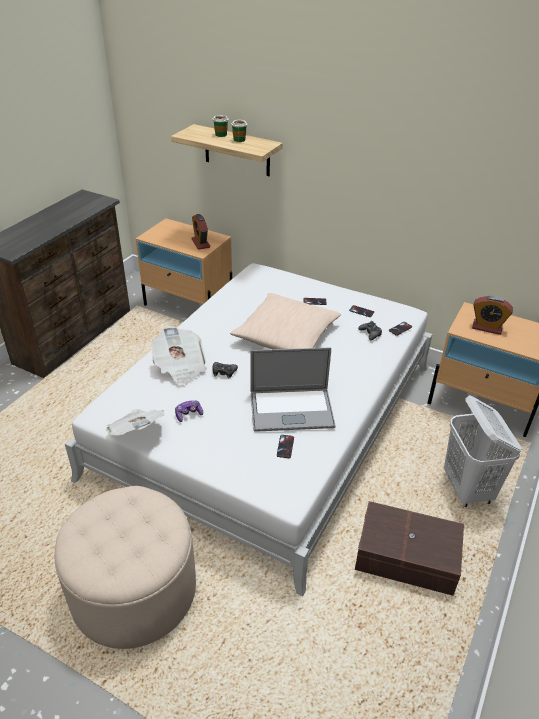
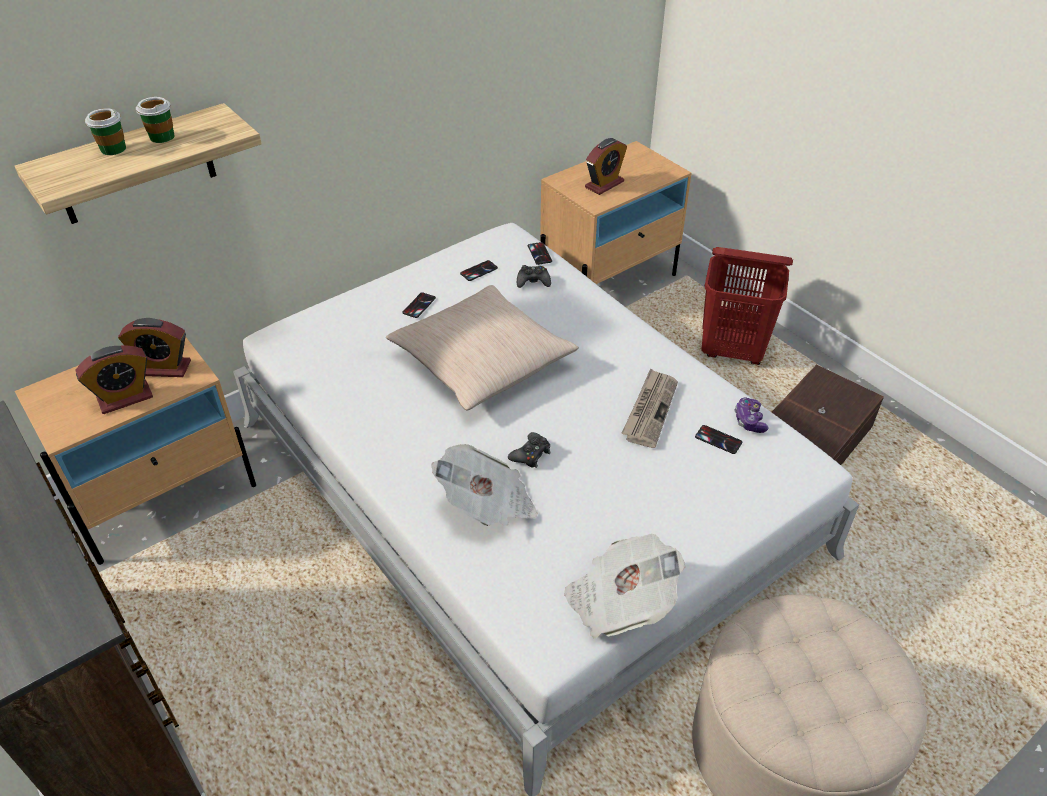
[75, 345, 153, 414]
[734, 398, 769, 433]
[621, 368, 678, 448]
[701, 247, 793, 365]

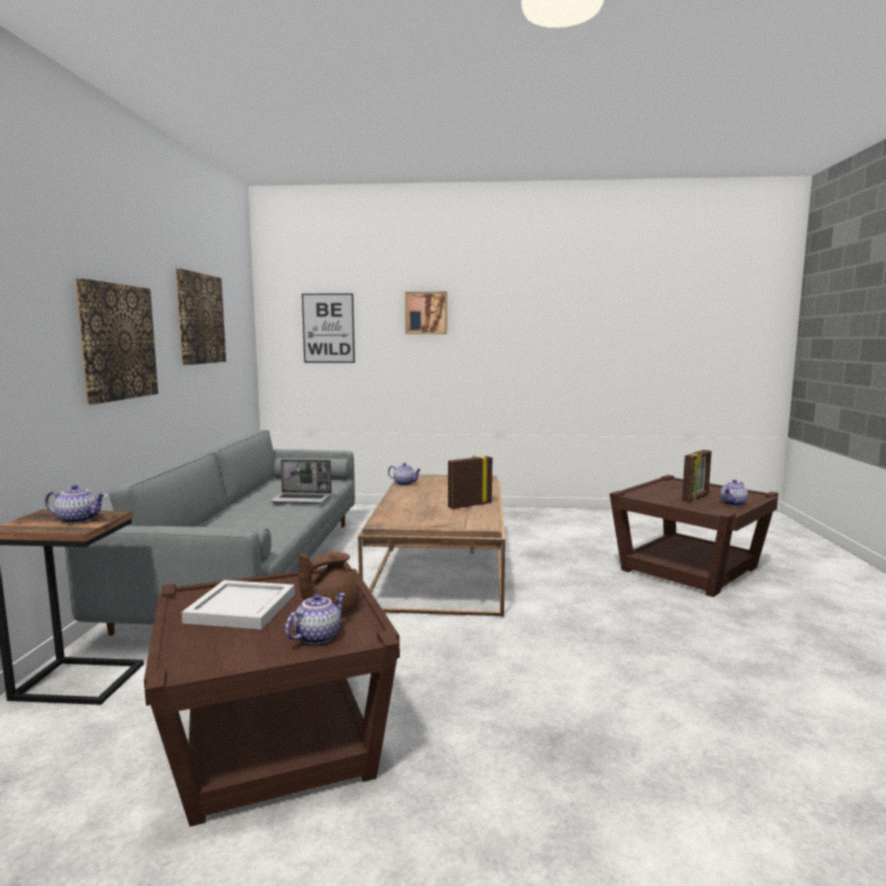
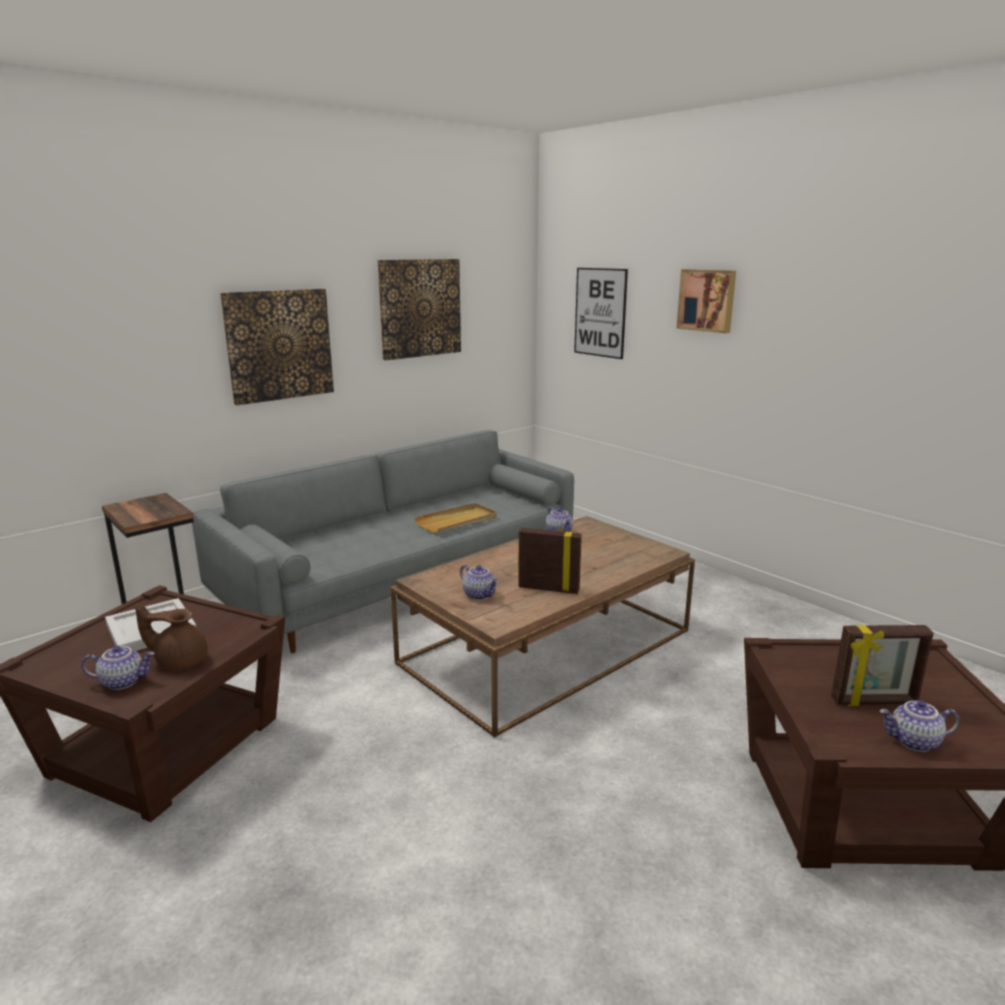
[460, 565, 499, 600]
[414, 503, 497, 533]

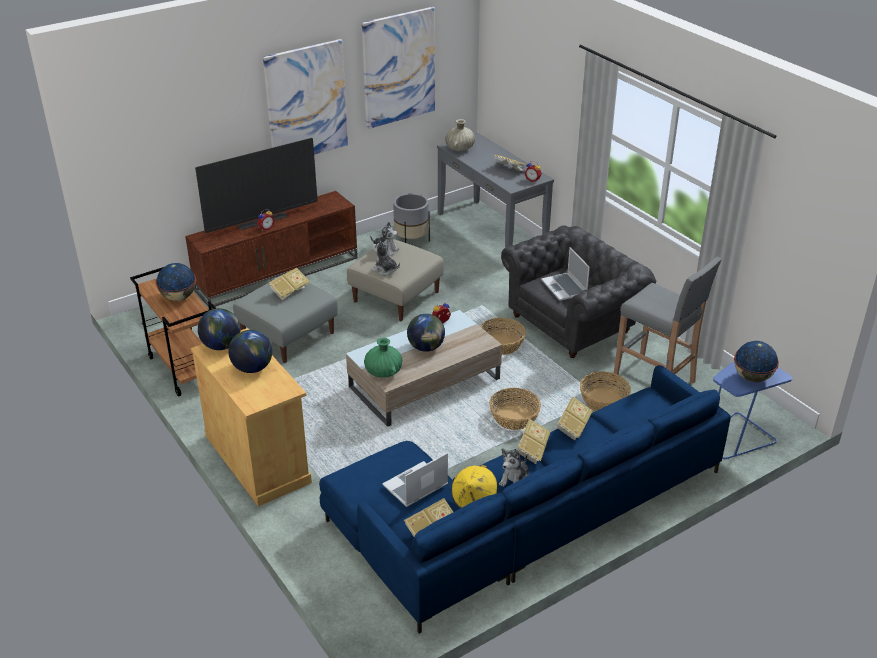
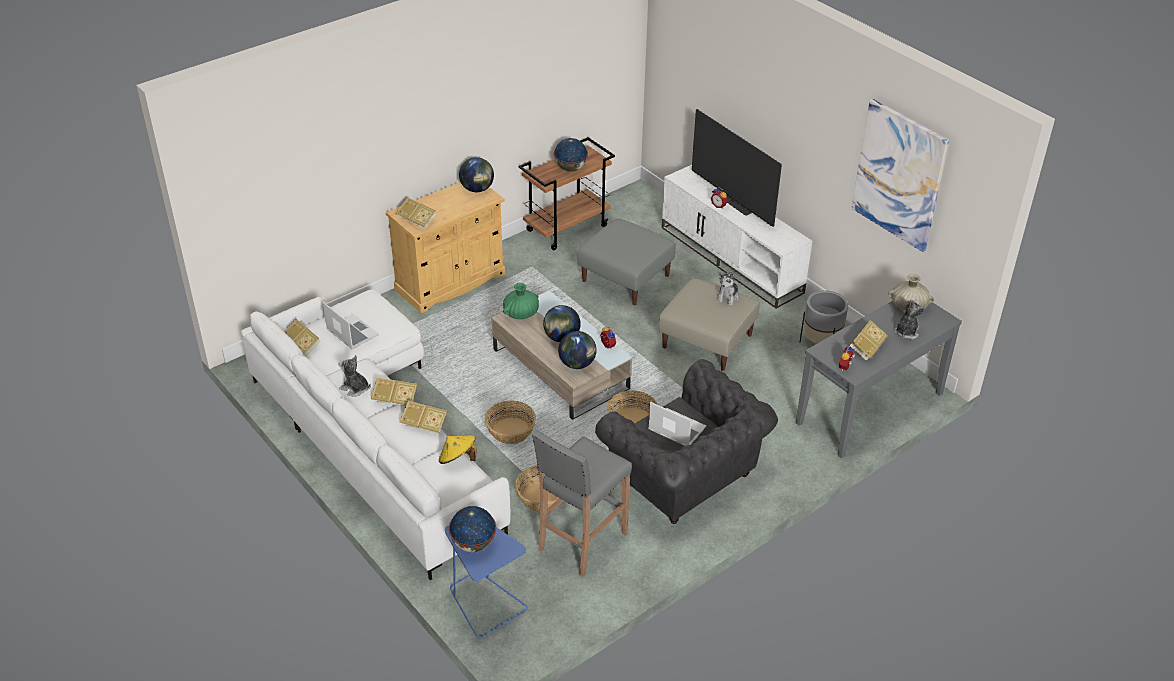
[263, 39, 348, 155] (first image)
[558, 331, 597, 369]
[395, 197, 436, 230]
[894, 300, 926, 340]
[439, 435, 477, 464]
[662, 165, 812, 309]
[241, 289, 510, 580]
[648, 402, 706, 446]

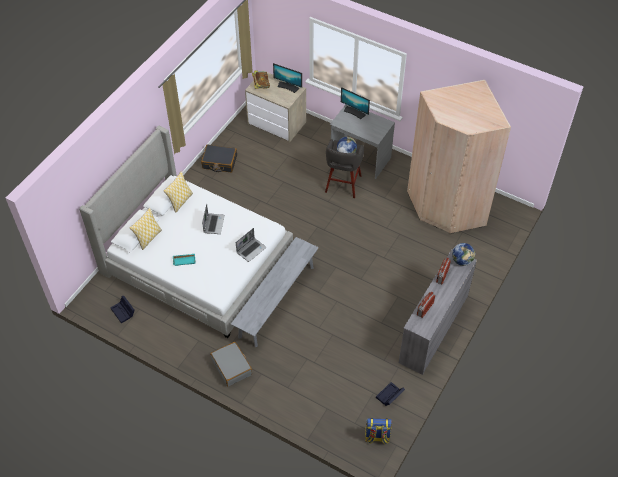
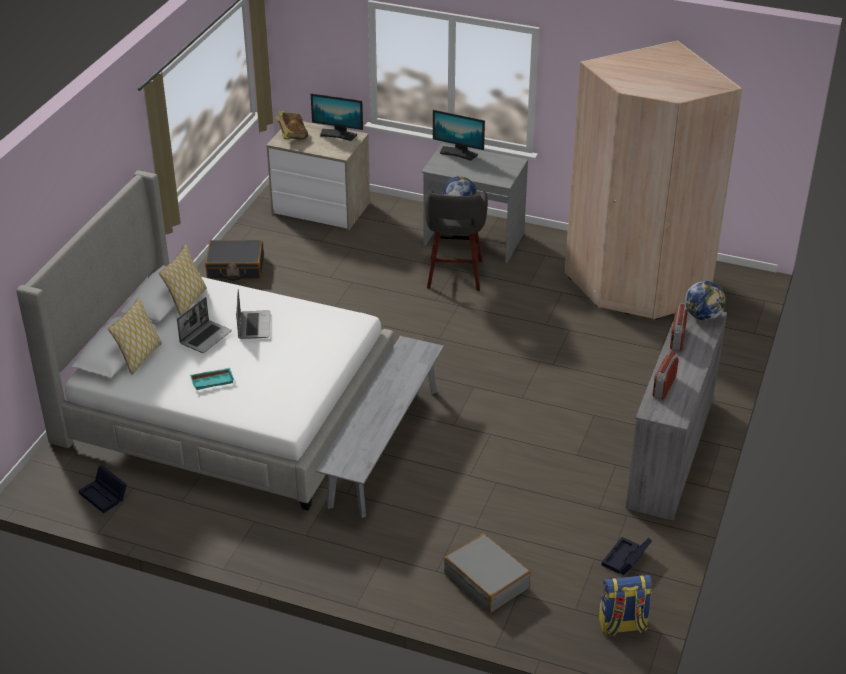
[444, 533, 531, 613]
[177, 297, 232, 353]

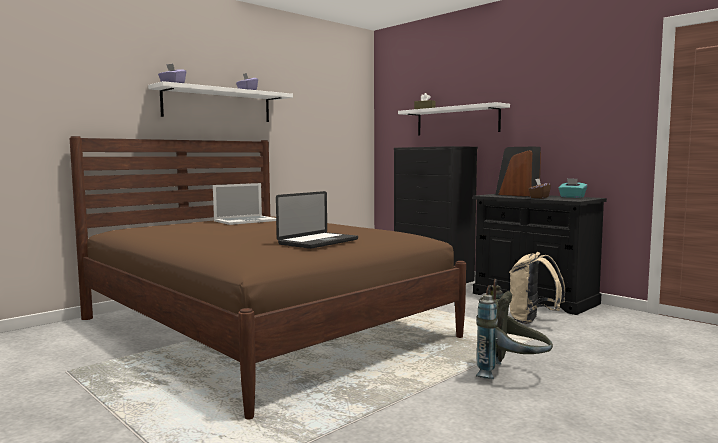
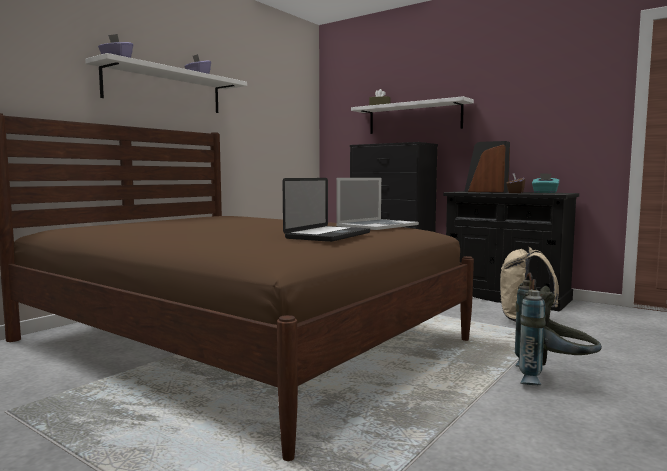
[337, 178, 419, 230]

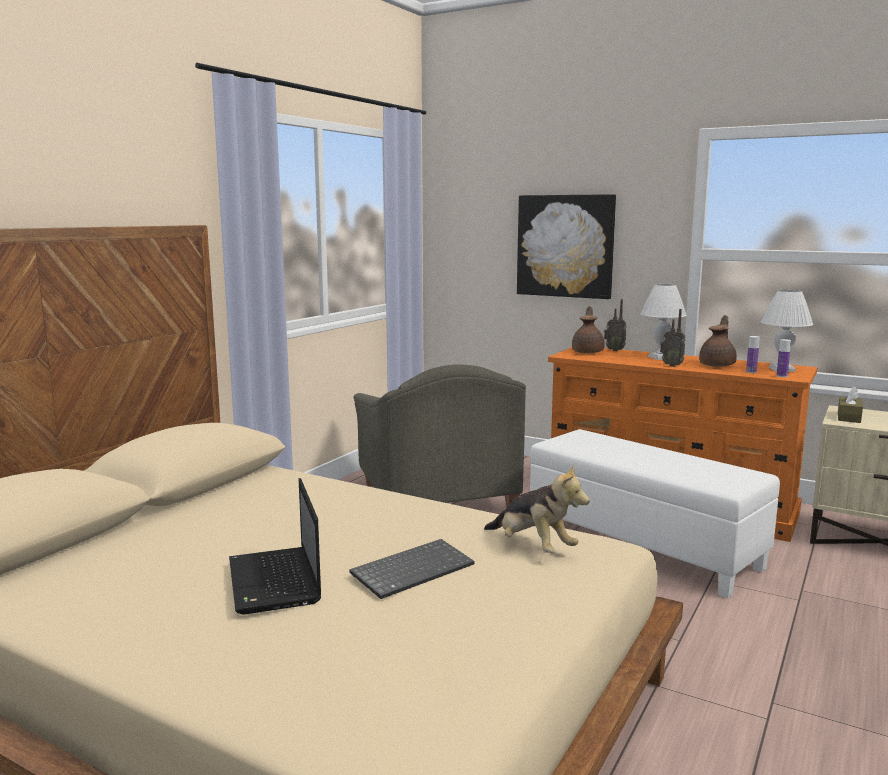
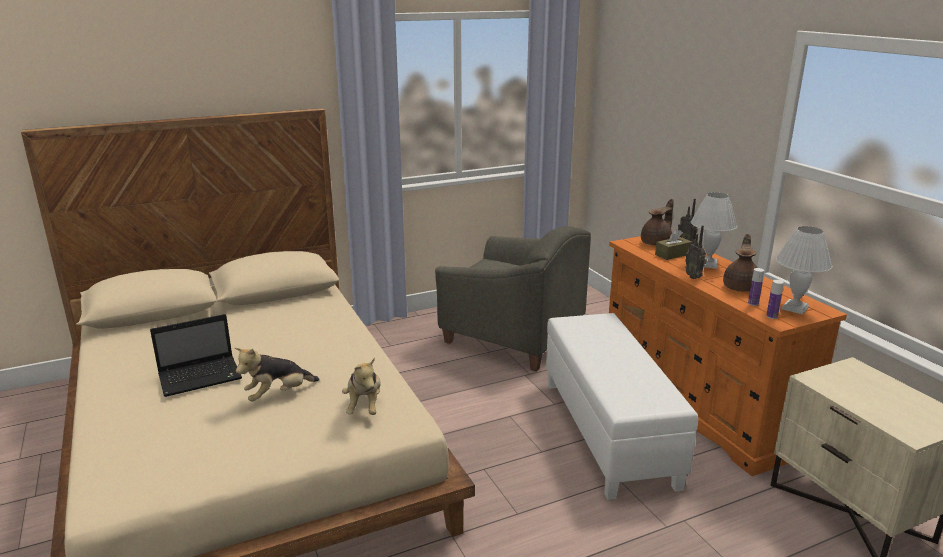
[517, 194, 616, 299] (first image)
[655, 229, 692, 260]
[235, 348, 320, 402]
[150, 314, 242, 397]
[435, 226, 591, 372]
[723, 234, 758, 292]

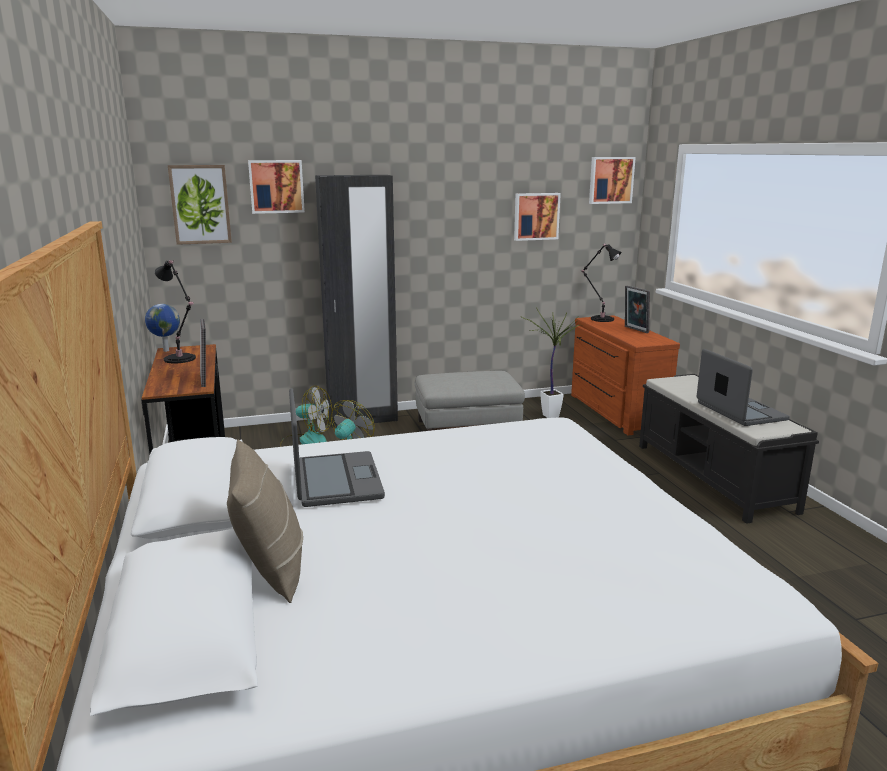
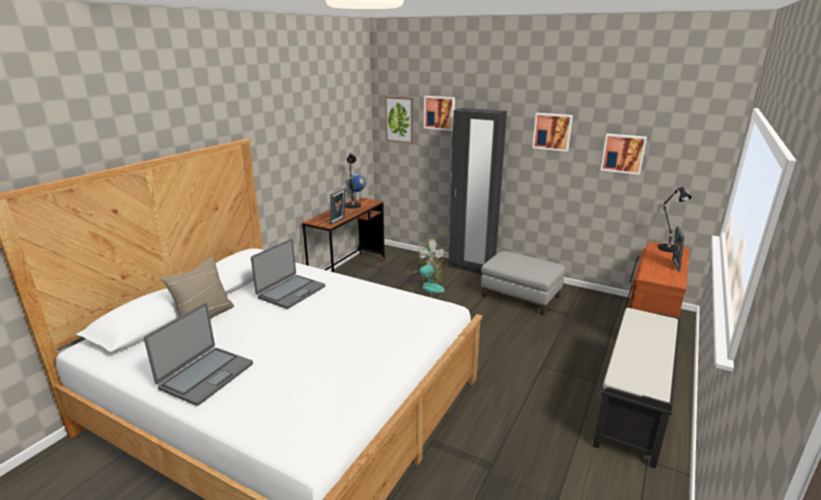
[522, 307, 579, 418] (first image)
[532, 113, 573, 152]
[144, 303, 253, 406]

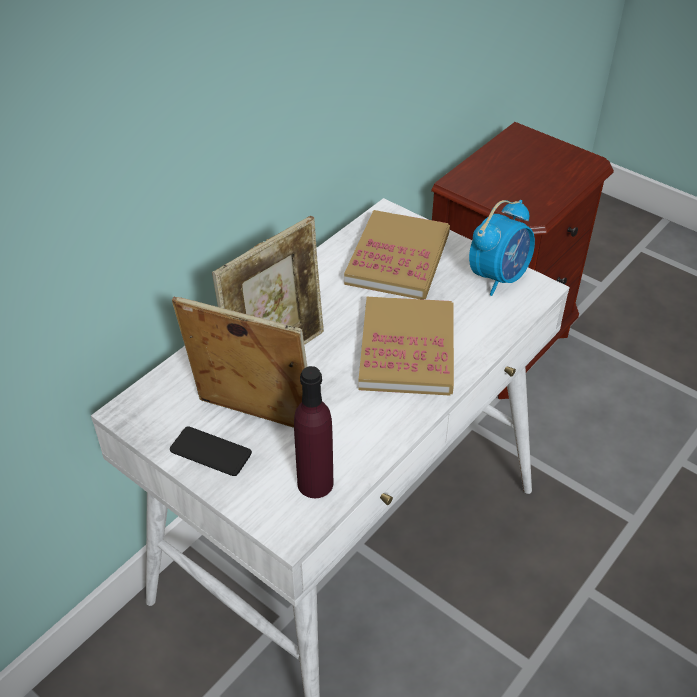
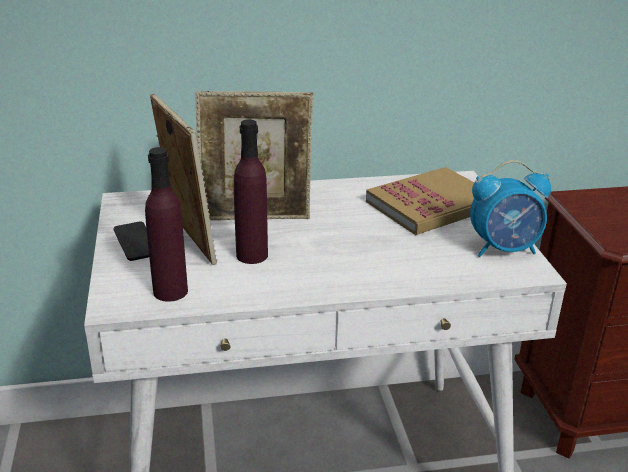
[358, 297, 454, 396] (first image)
[234, 120, 268, 264]

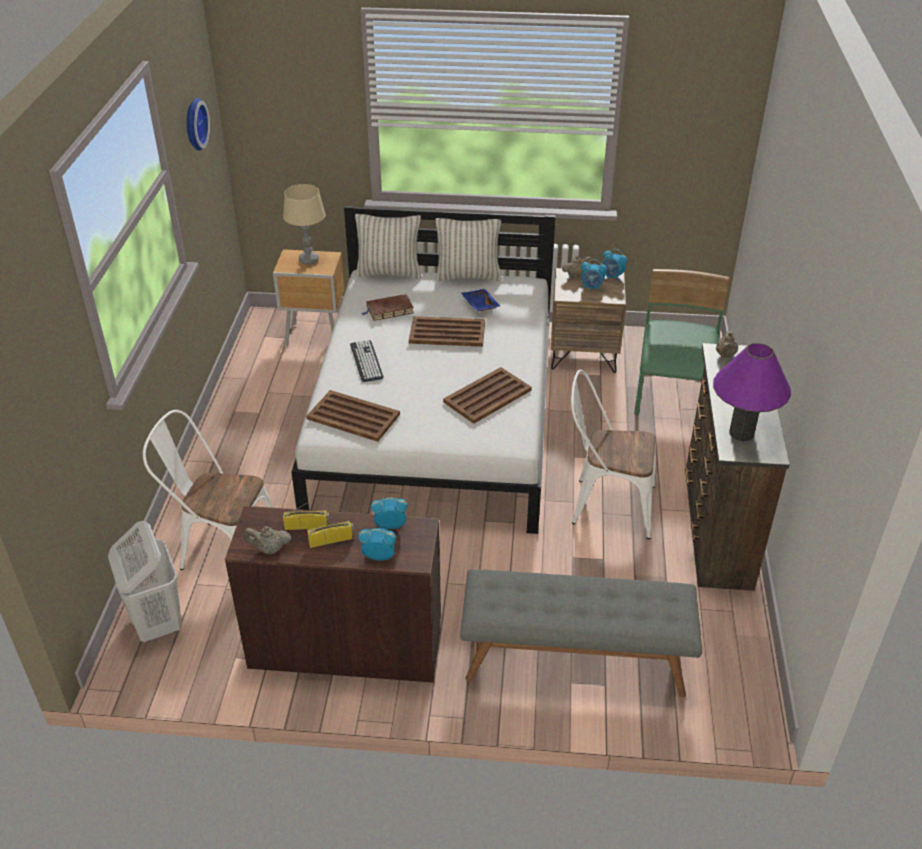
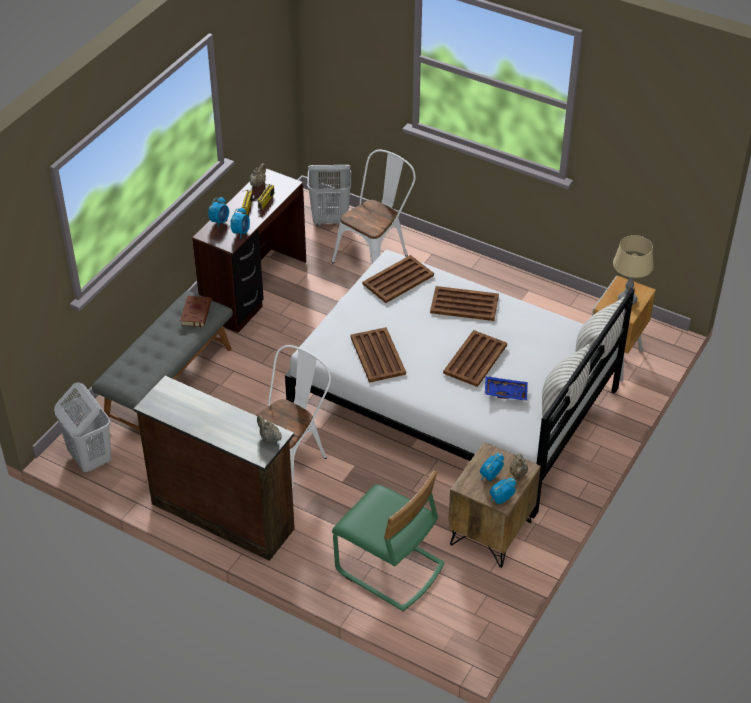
[187, 98, 210, 151] (first image)
[713, 343, 791, 441] (first image)
[54, 382, 112, 472]
[180, 296, 212, 327]
[430, 286, 499, 321]

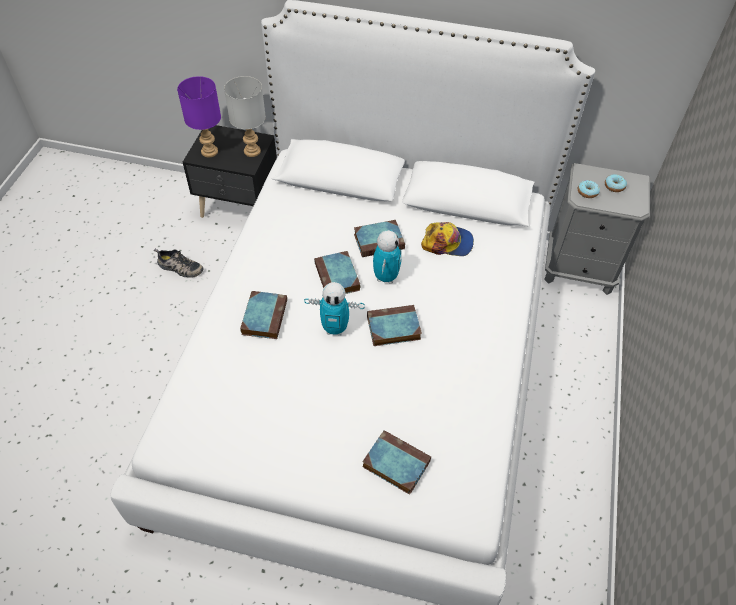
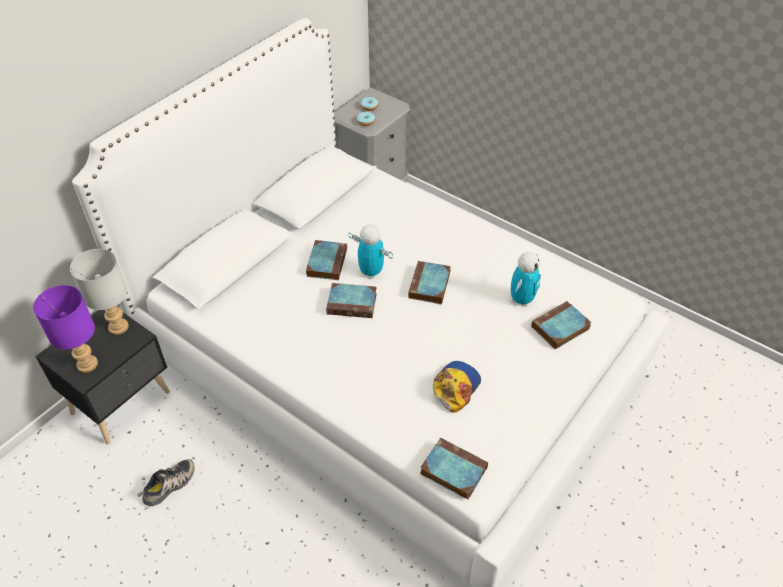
[420, 438, 488, 500]
[511, 252, 541, 307]
[433, 361, 481, 413]

